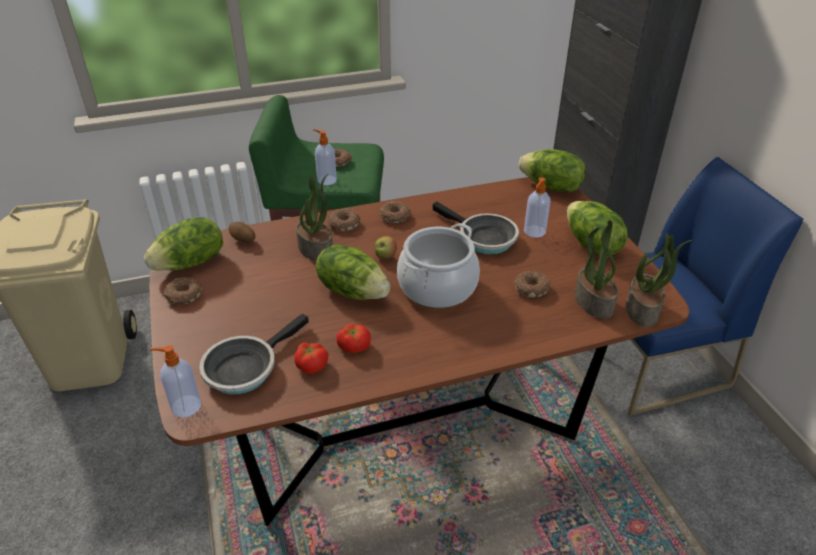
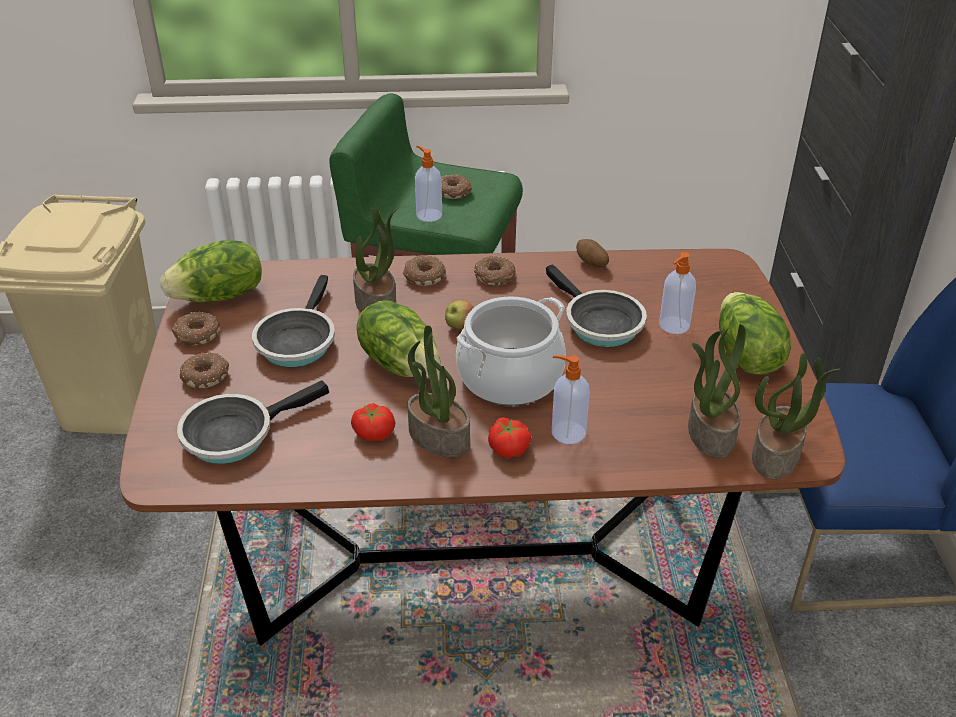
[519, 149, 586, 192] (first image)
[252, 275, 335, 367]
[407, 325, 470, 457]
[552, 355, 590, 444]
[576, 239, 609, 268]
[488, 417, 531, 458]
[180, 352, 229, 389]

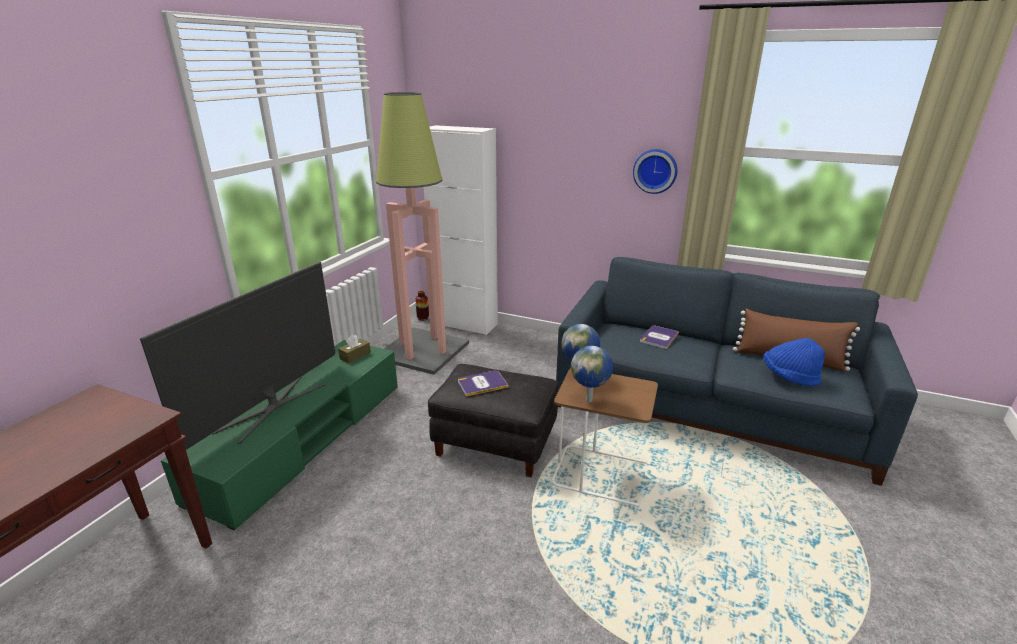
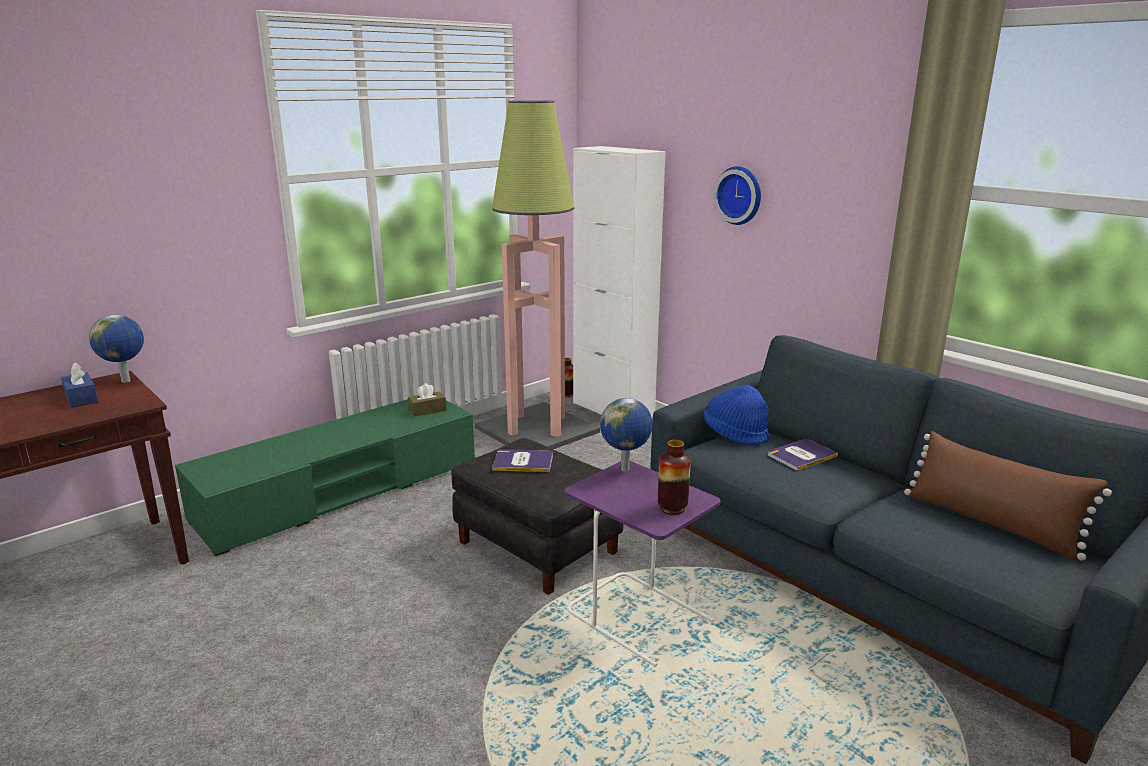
[140, 262, 336, 450] (first image)
[61, 362, 98, 408]
[658, 440, 691, 515]
[89, 315, 144, 383]
[713, 166, 761, 225]
[704, 385, 769, 445]
[565, 461, 721, 667]

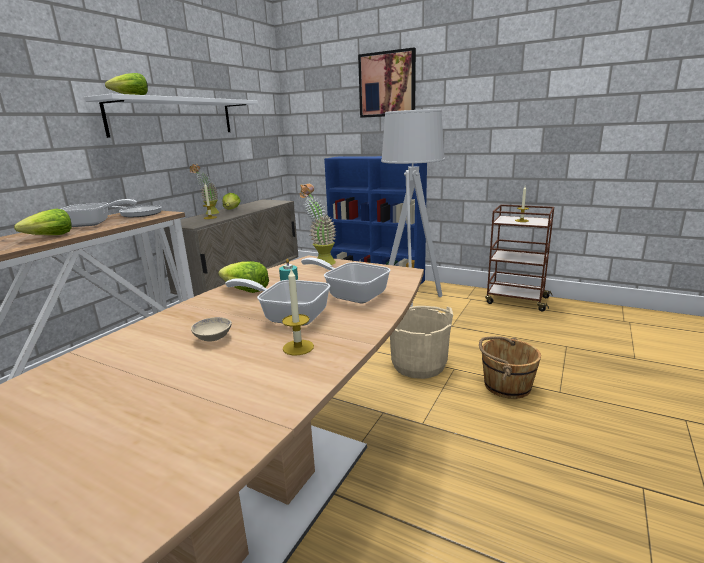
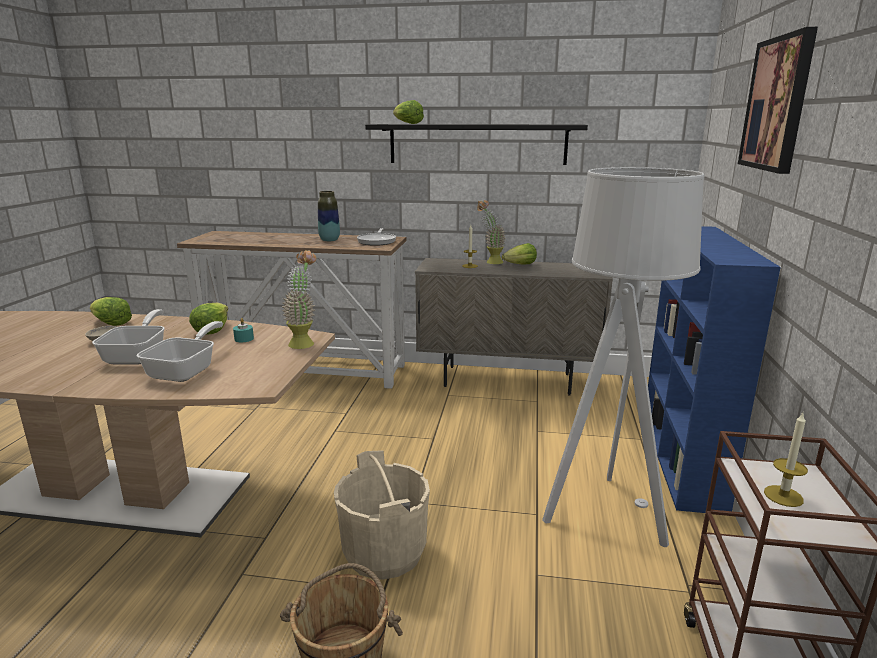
[282, 269, 314, 355] (first image)
[90, 297, 132, 326]
[318, 191, 340, 242]
[365, 124, 588, 165]

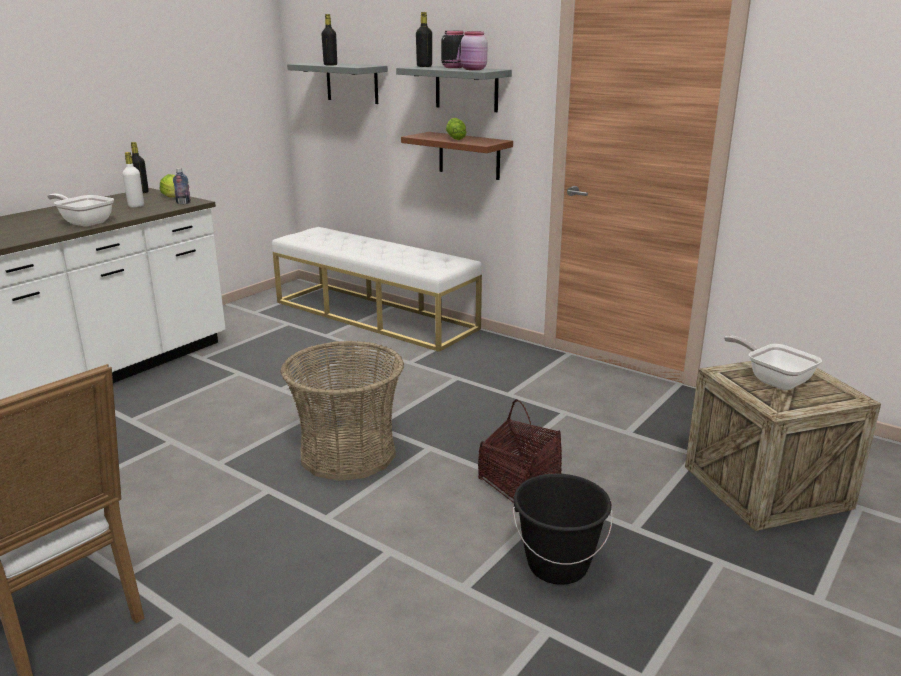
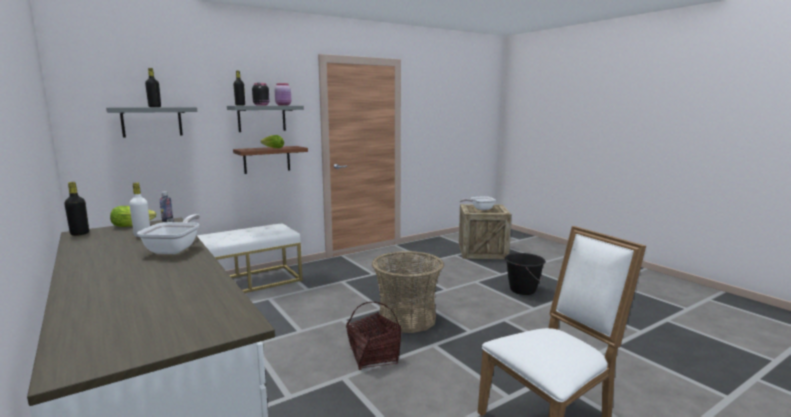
[346, 302, 401, 370]
[137, 214, 200, 254]

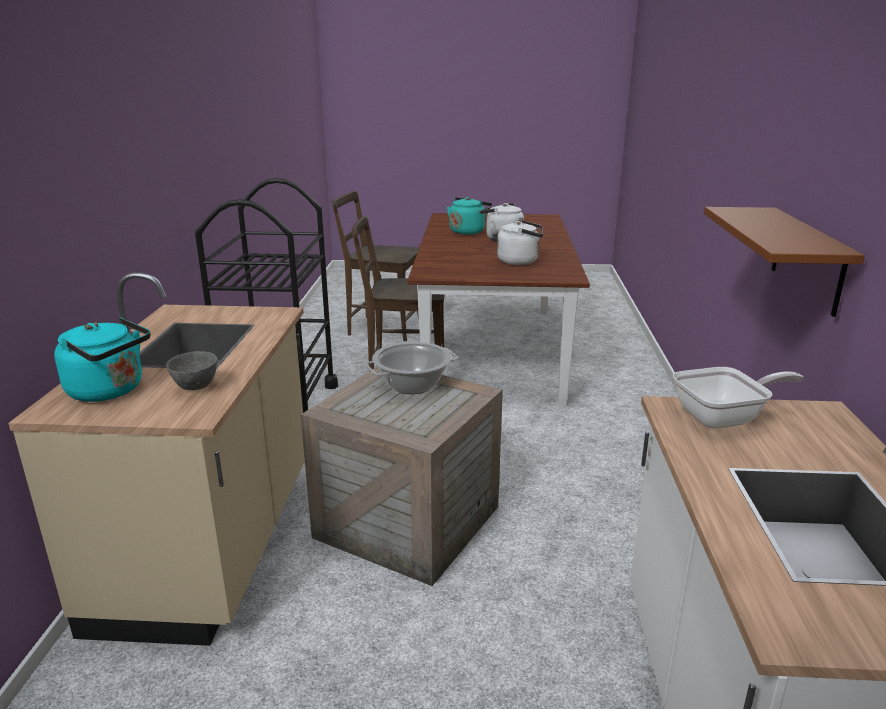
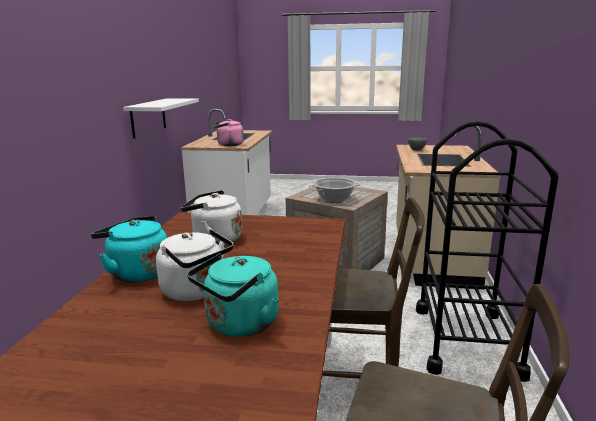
[91, 216, 167, 283]
[214, 119, 244, 146]
[123, 98, 199, 139]

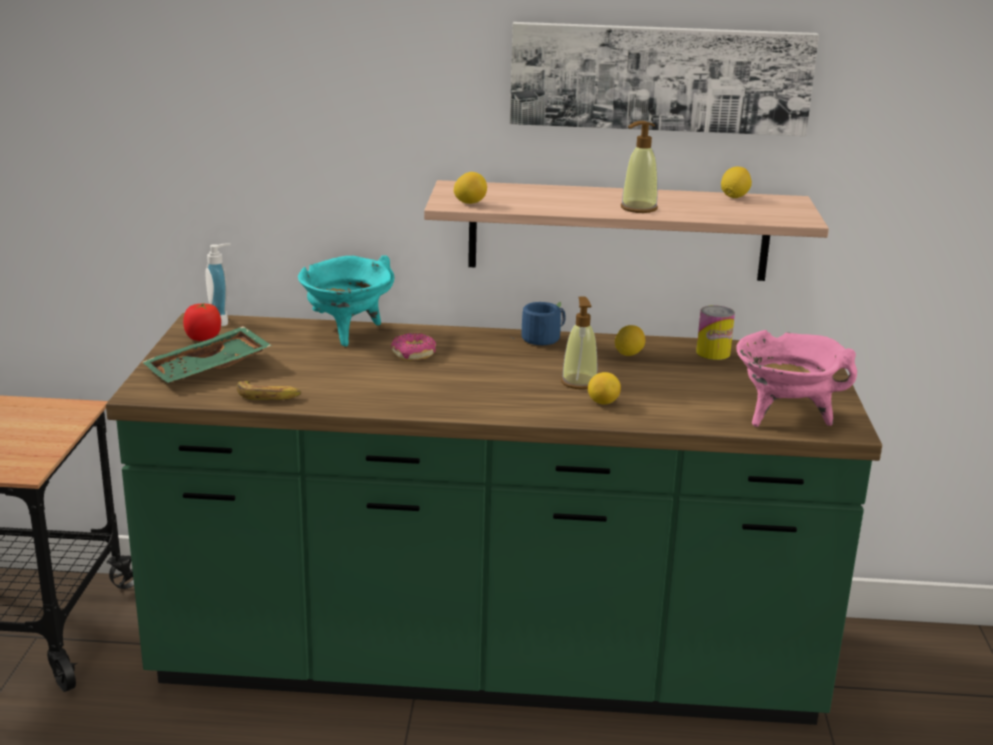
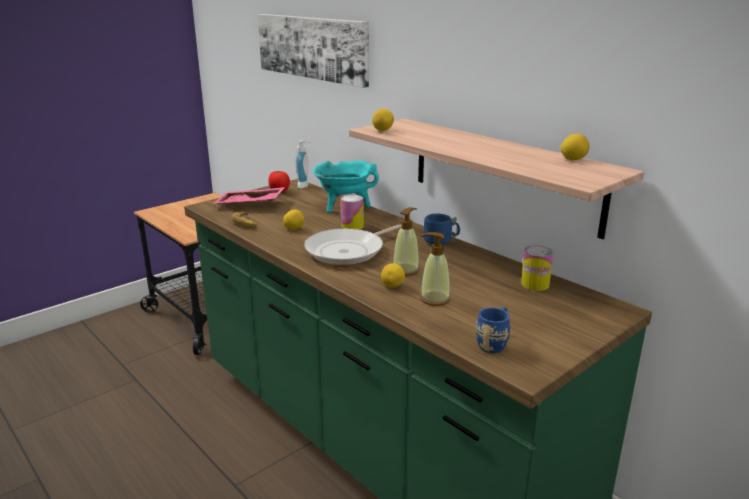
[304, 224, 402, 265]
[258, 14, 369, 88]
[283, 210, 304, 230]
[420, 232, 450, 306]
[341, 195, 364, 230]
[476, 307, 510, 353]
[213, 187, 285, 205]

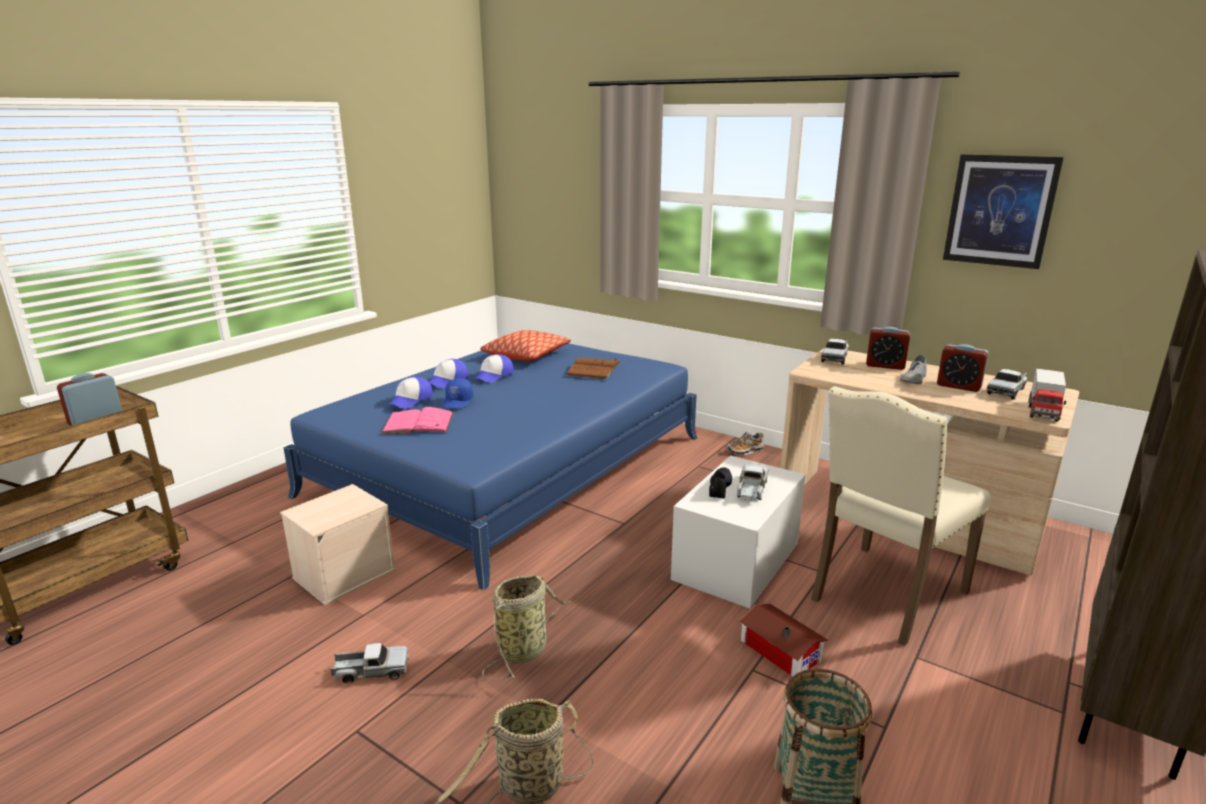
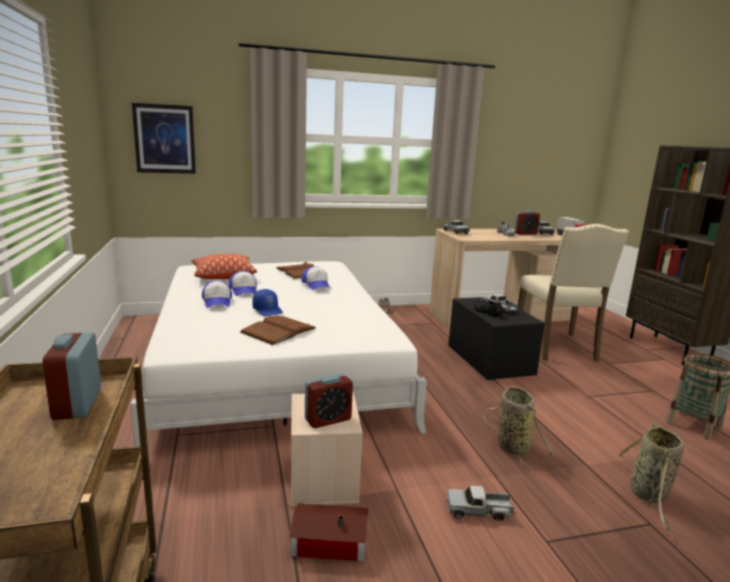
[301, 267, 330, 290]
[289, 503, 368, 562]
[305, 374, 353, 428]
[132, 103, 196, 174]
[130, 261, 427, 446]
[240, 316, 316, 345]
[448, 297, 545, 380]
[446, 485, 514, 521]

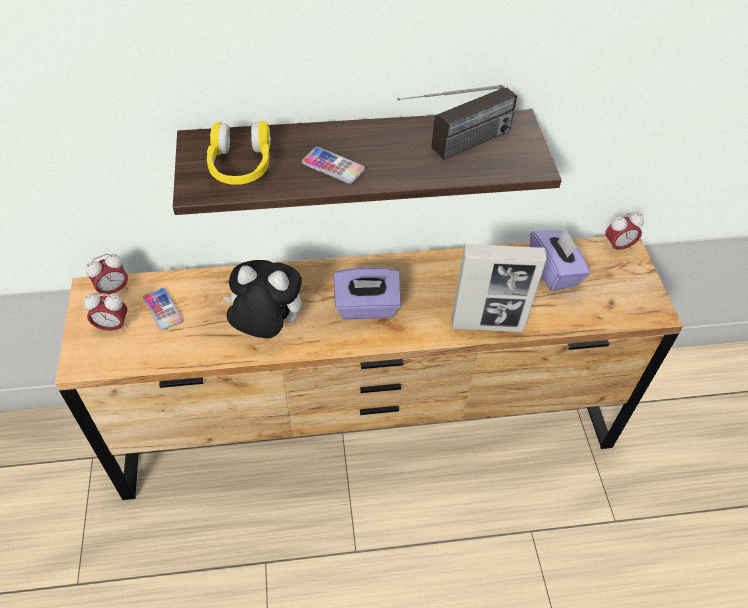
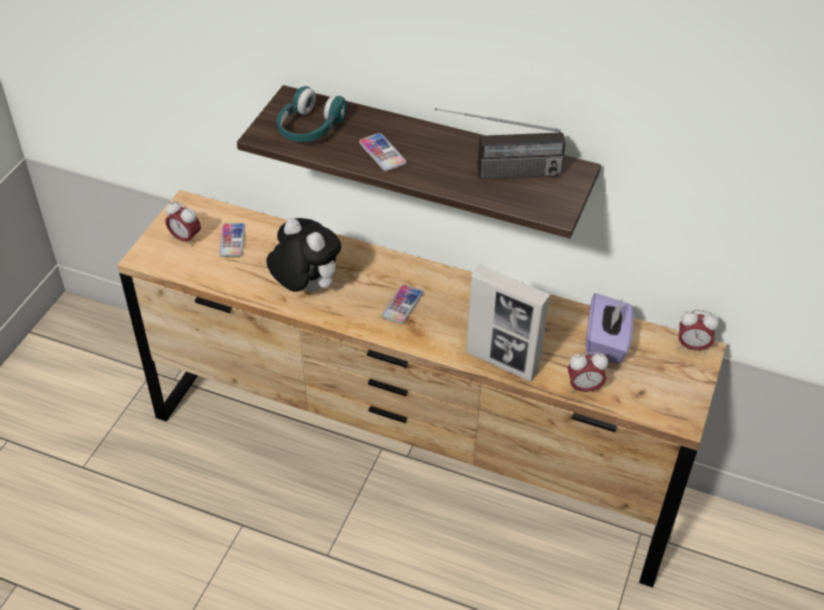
[568, 352, 608, 393]
[382, 285, 423, 324]
[277, 86, 348, 142]

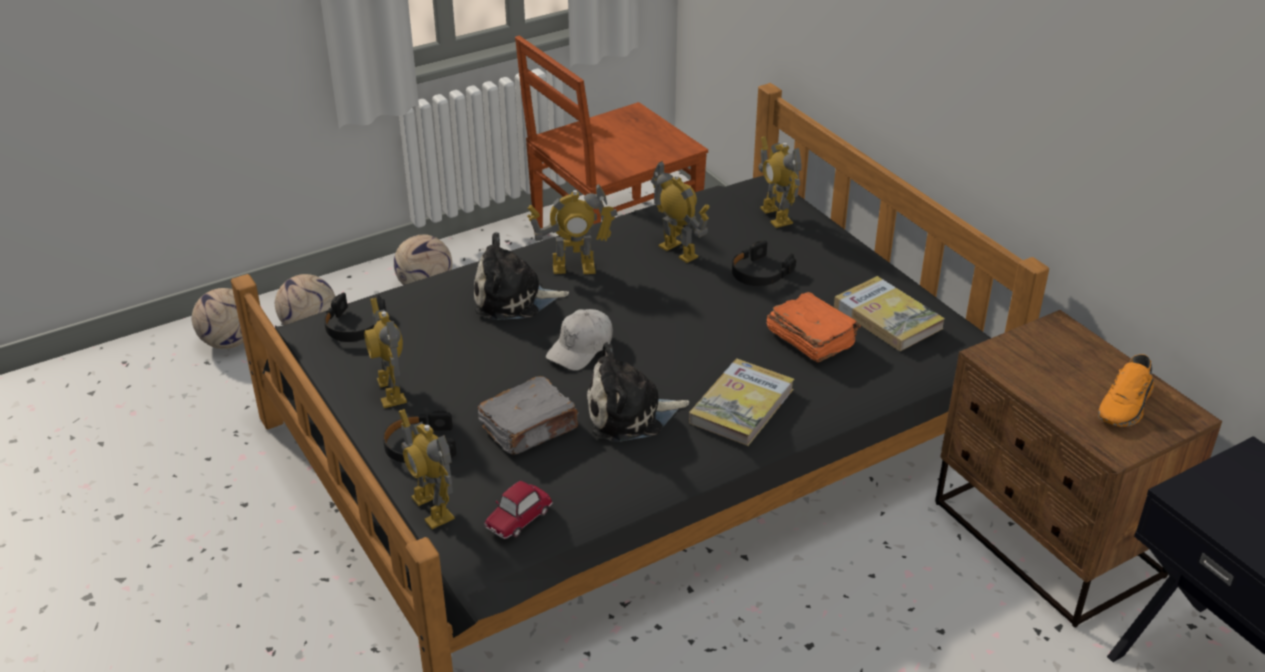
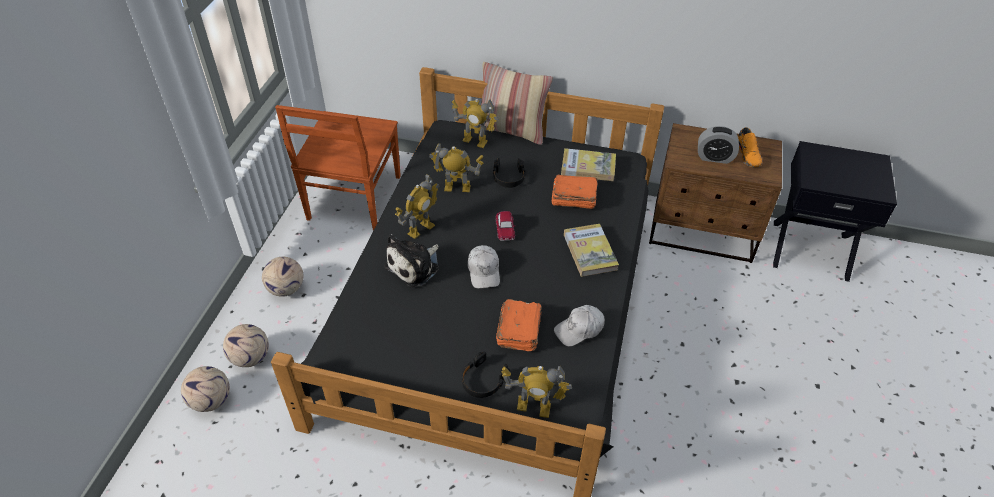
[324, 293, 385, 342] (first image)
[364, 298, 407, 408] (first image)
[586, 342, 689, 442] (first image)
[480, 62, 553, 145]
[554, 305, 605, 346]
[698, 126, 739, 164]
[495, 211, 515, 241]
[496, 299, 542, 351]

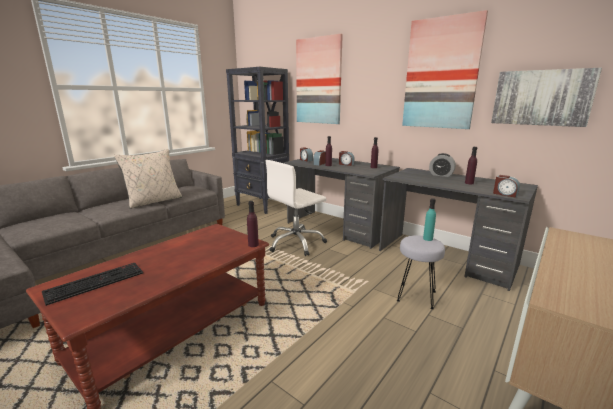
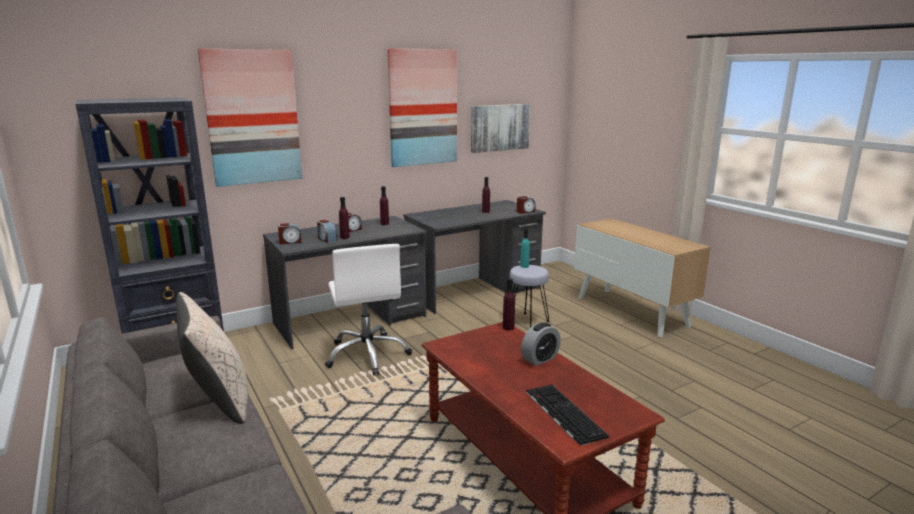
[521, 322, 561, 366]

